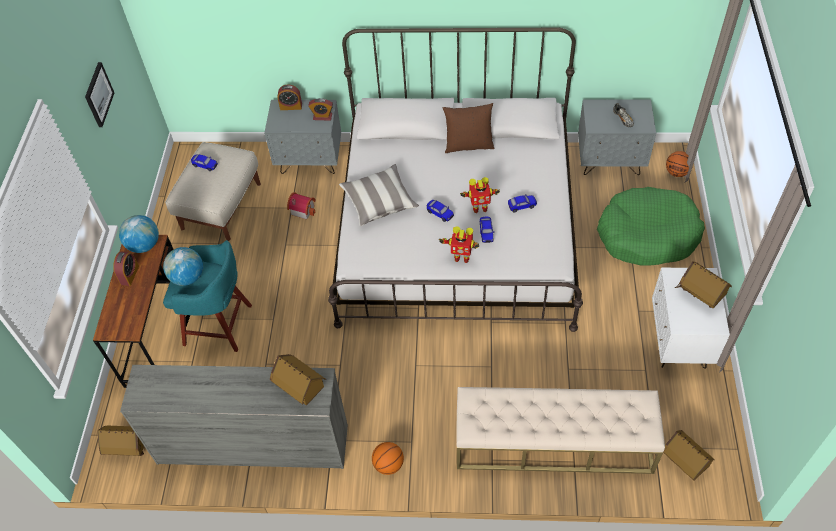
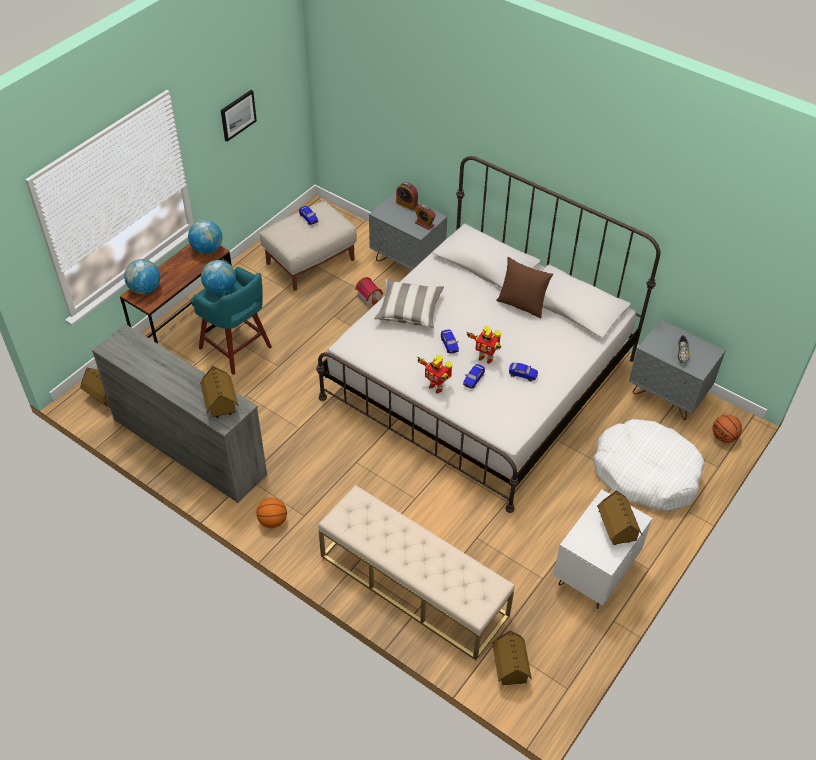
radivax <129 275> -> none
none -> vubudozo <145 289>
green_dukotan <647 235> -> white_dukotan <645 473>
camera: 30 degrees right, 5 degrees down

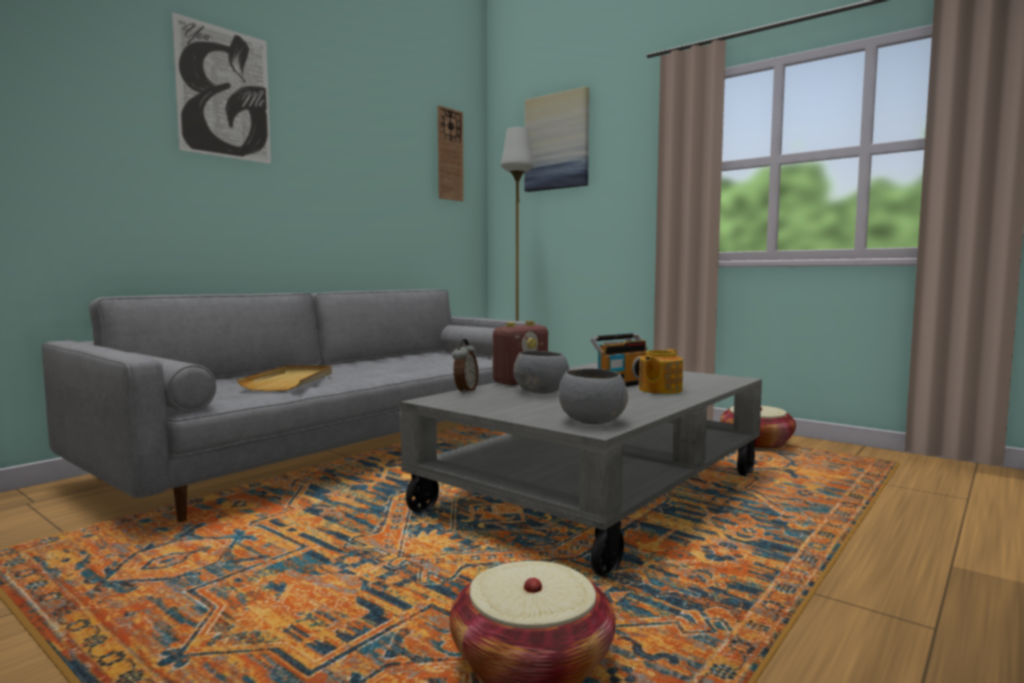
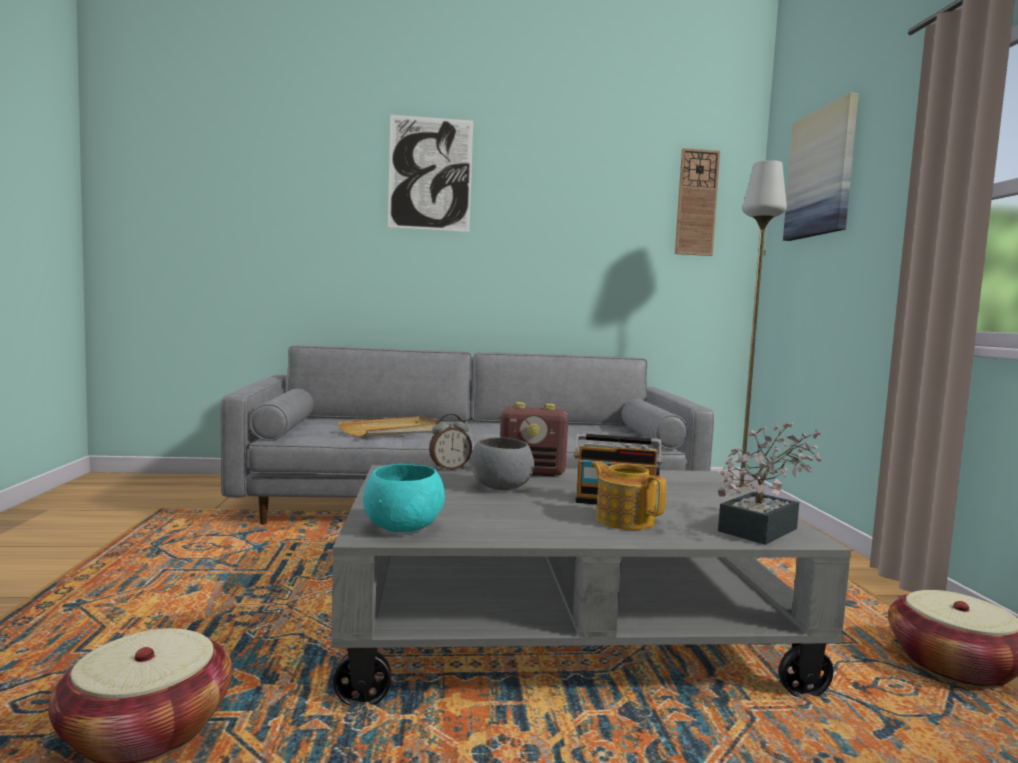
none -> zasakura <763 528>
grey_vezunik <592 421> -> turquoise_vezunik <402 527>
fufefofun <659 390> -> fufefofun <624 520>, 60 degrees clockwise
camera: 45 degrees right, 0 degrees up

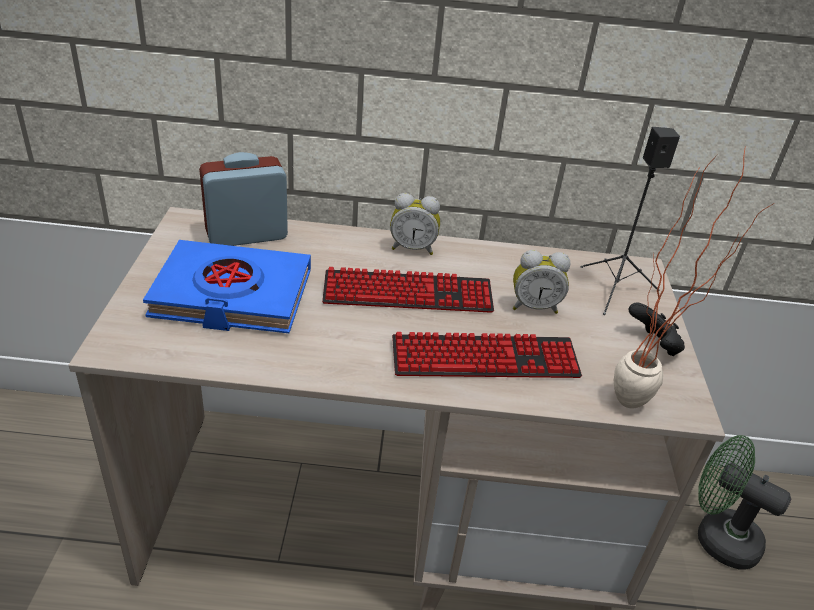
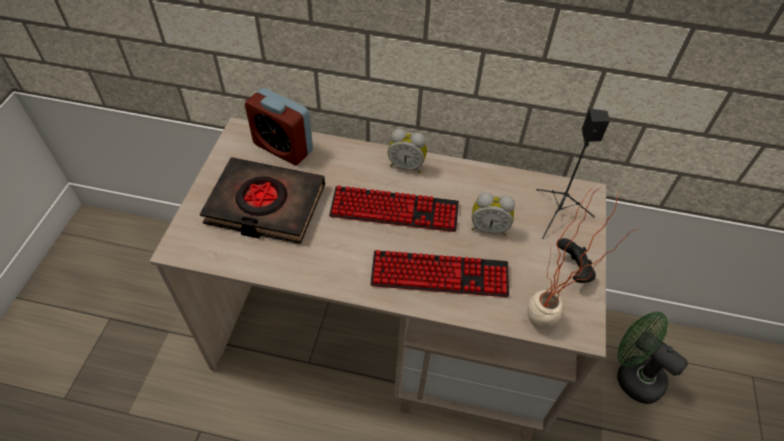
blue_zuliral <232 295> -> black_zuliral <265 205>
radivax <246 235> -> radivax <283 147>, 135 degrees counterclockwise
camera: 10 degrees right, 15 degrees up

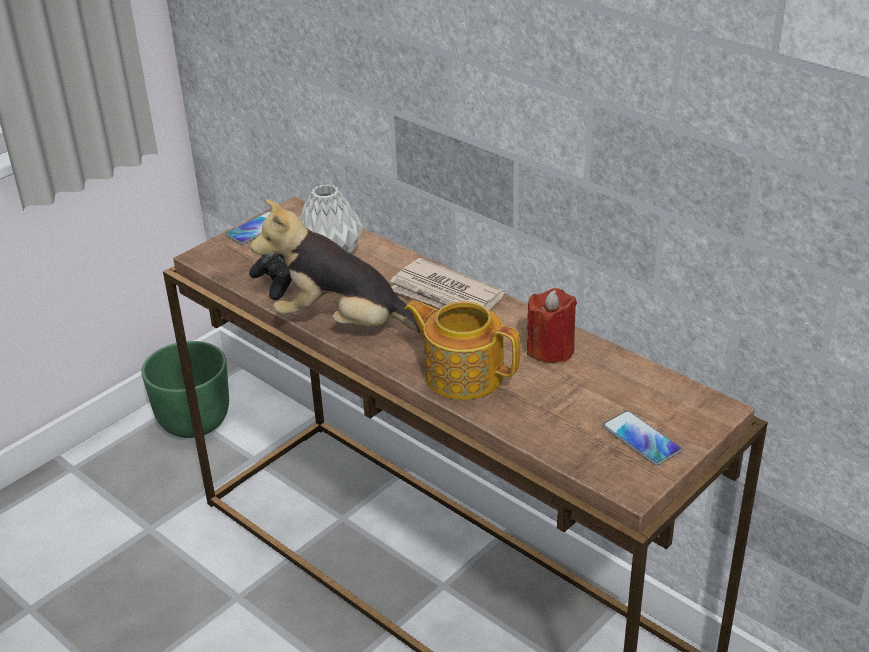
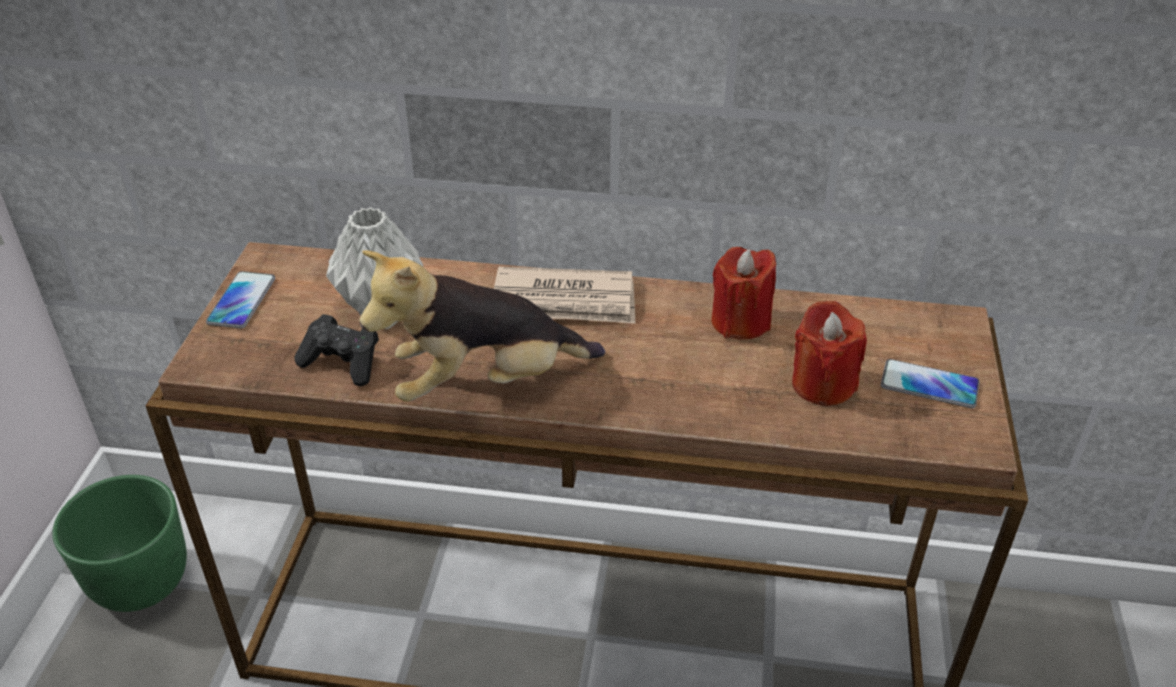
fufefofun <462 374> -> none
none -> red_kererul <822 384>
camera: 35 degrees left, 5 degrees up

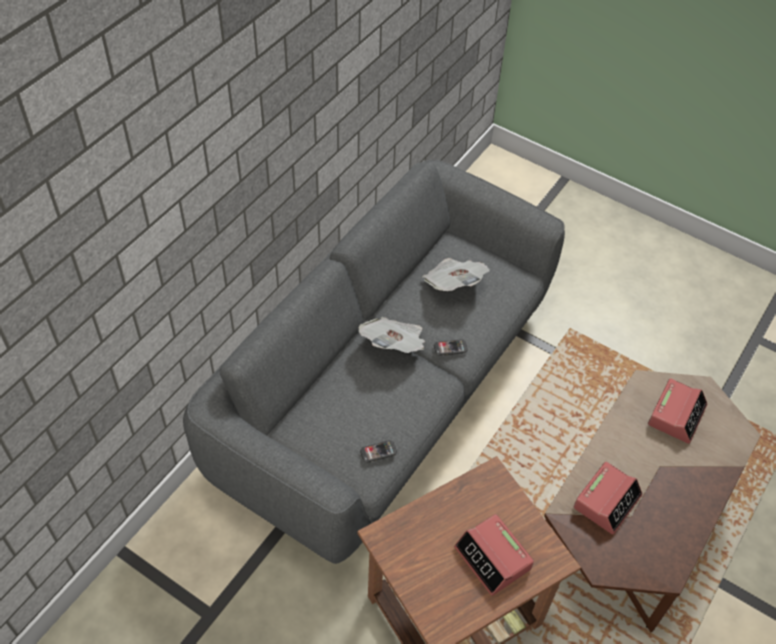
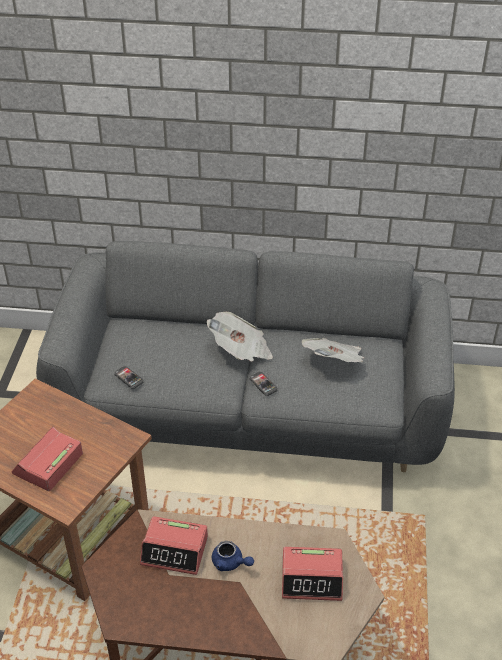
none -> blue_fufefofun <230 563>
camera: 65 degrees right, 10 degrees down

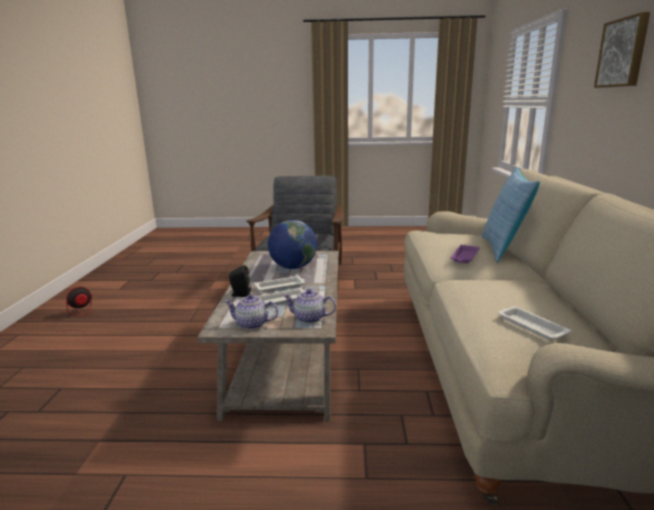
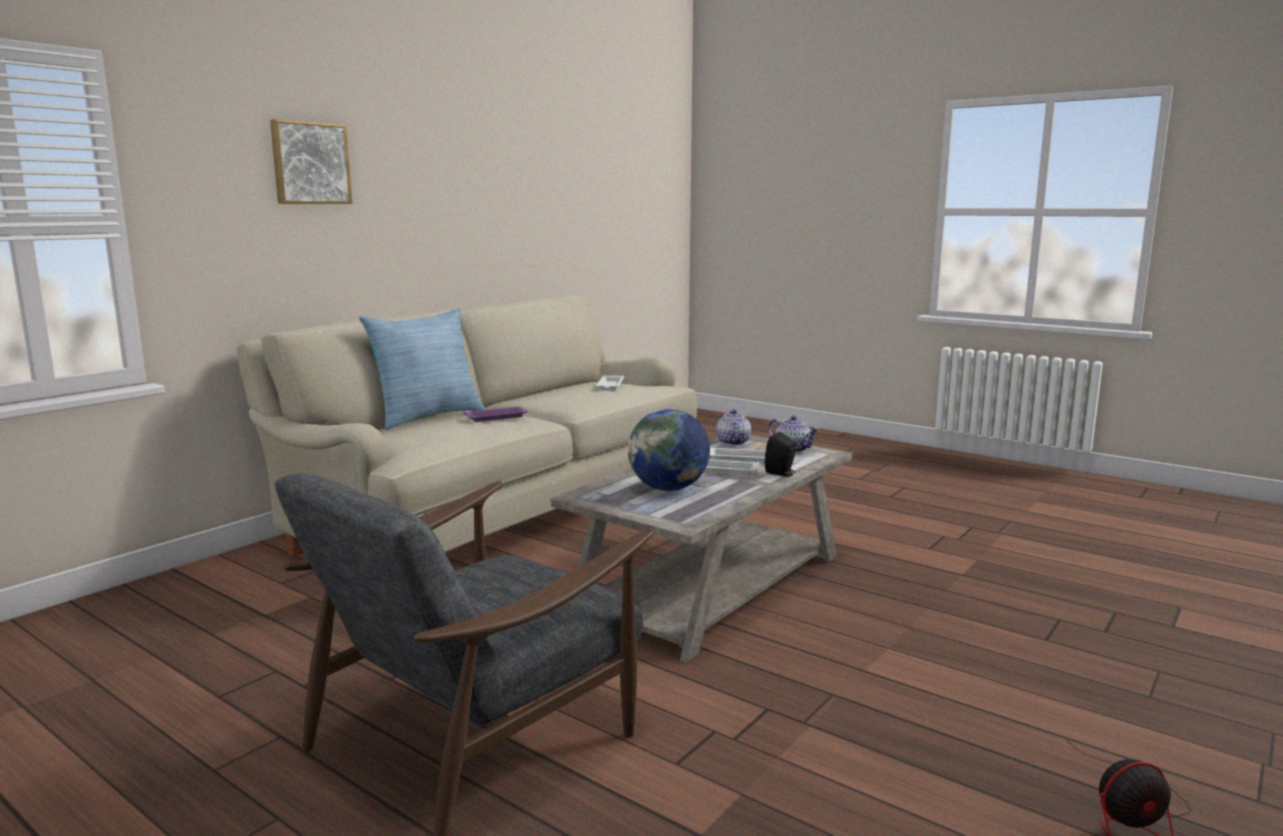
fufefofun <310 318> -> fufefofun <732 442>, 135 degrees counterclockwise
camera: 145 degrees left, 5 degrees down

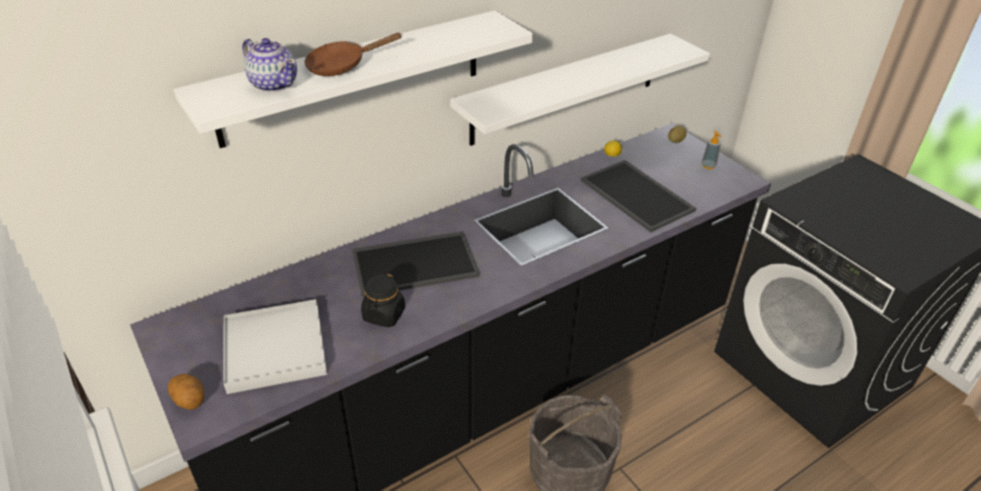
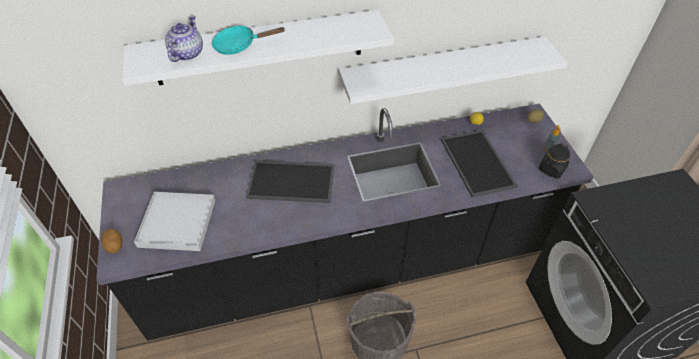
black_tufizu <384 315> -> black_tufizu <551 169>, moved
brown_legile <342 66> -> turquoise_legile <239 45>
fufefofun <274 84> -> fufefofun <186 54>, 135 degrees counterclockwise
camera: 20 degrees right, 10 degrees up

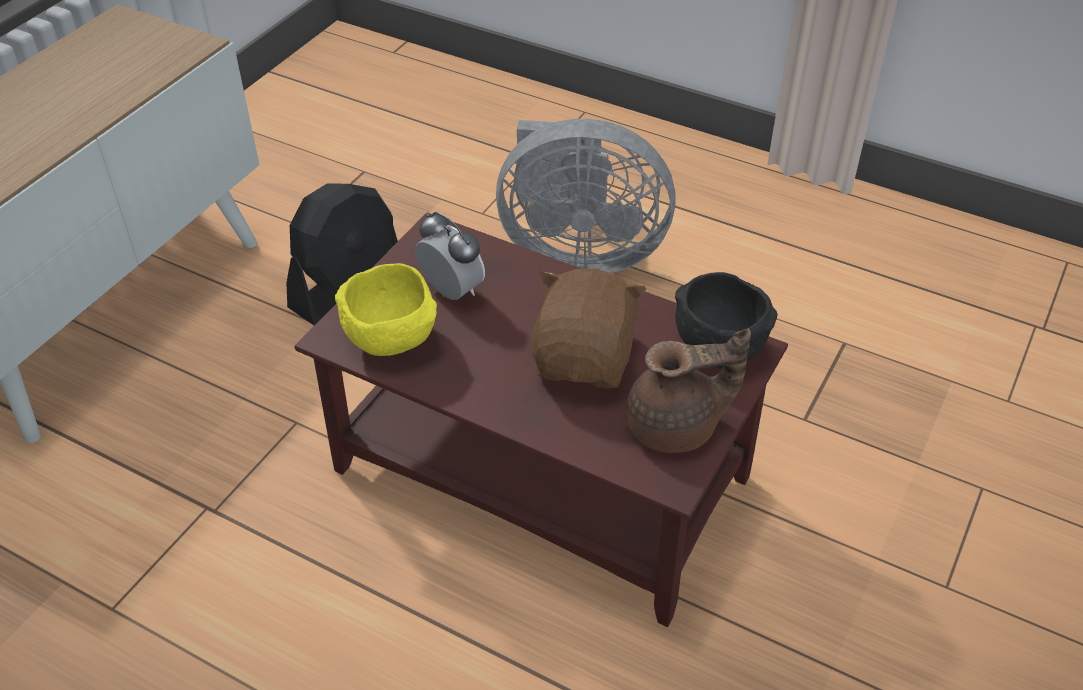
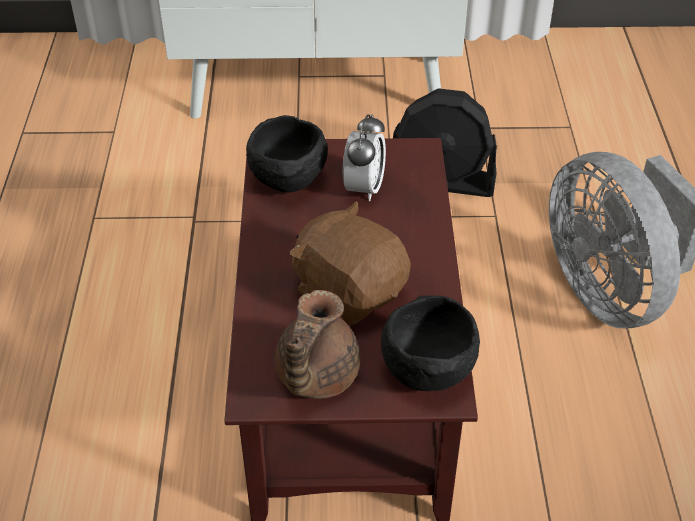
yellow_vezunik <394 340> -> black_vezunik <289 182>
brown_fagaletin <585 359> -> brown_fagaletin <349 291>, 120 degrees counterclockwise
brown_fufefofun <676 427> -> brown_fufefofun <314 376>, 60 degrees clockwise
camera: 60 degrees right, 0 degrees up

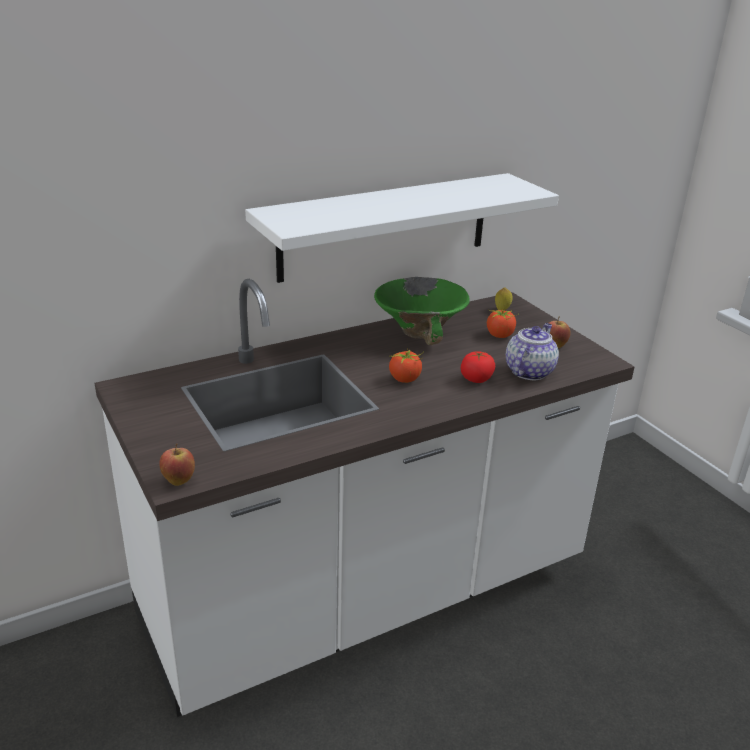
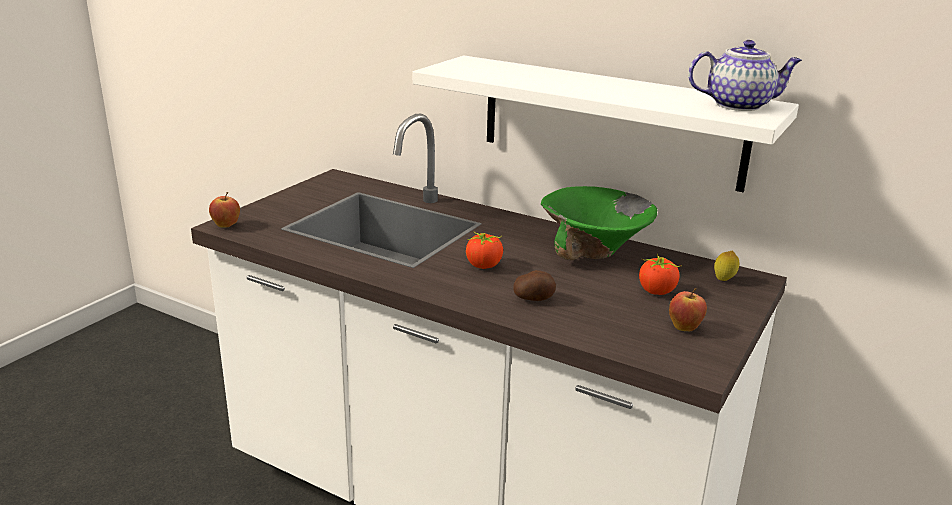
fufefofun <529 371> -> fufefofun <739 105>, moved
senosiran <476 379> -> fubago <533 299>
camera: 60 degrees right, 5 degrees down

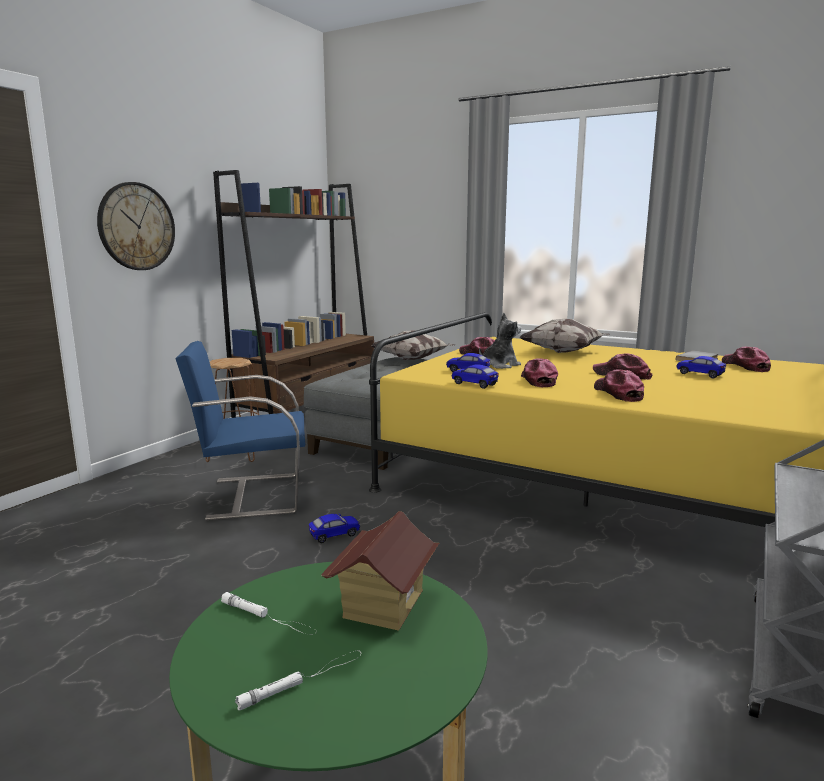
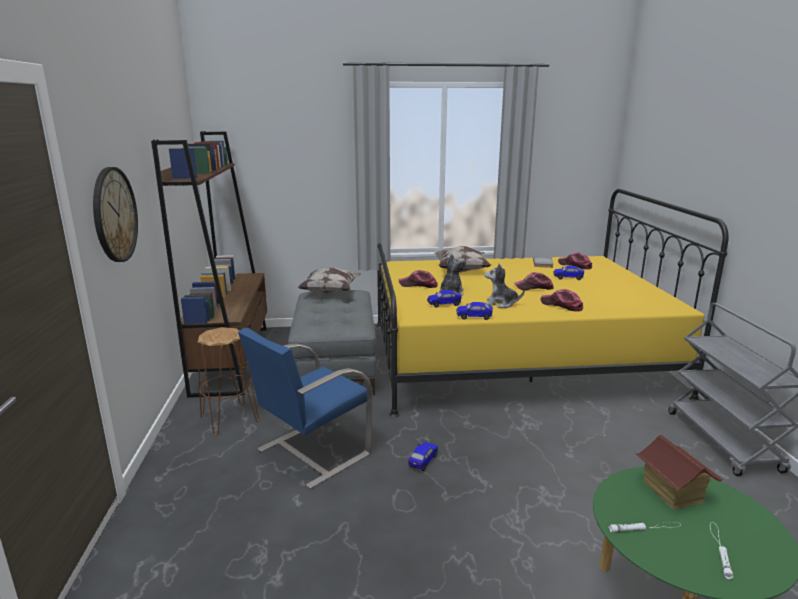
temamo <537 380> -> fagaletin <501 304>
camera: 35 degrees left, 5 degrees up

